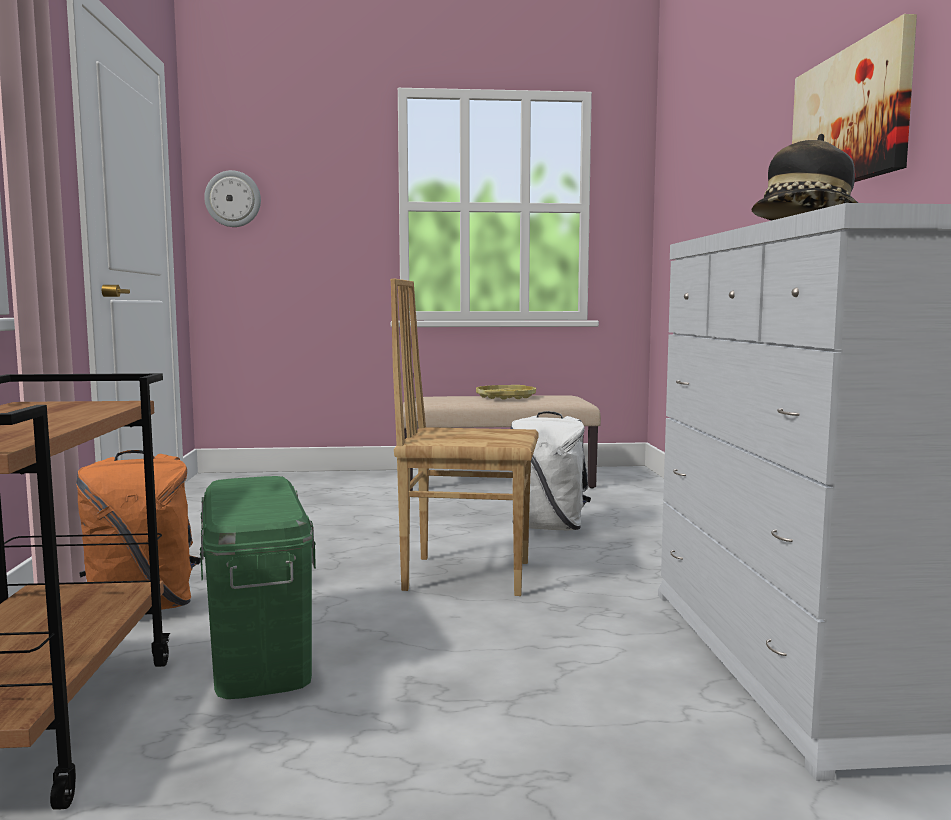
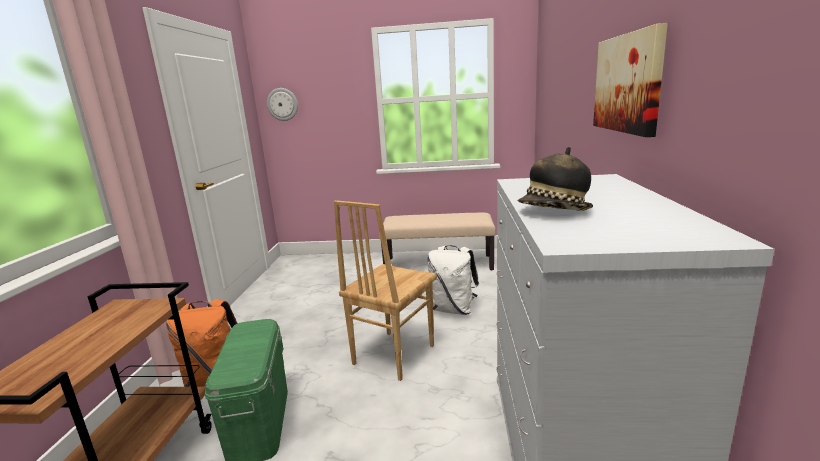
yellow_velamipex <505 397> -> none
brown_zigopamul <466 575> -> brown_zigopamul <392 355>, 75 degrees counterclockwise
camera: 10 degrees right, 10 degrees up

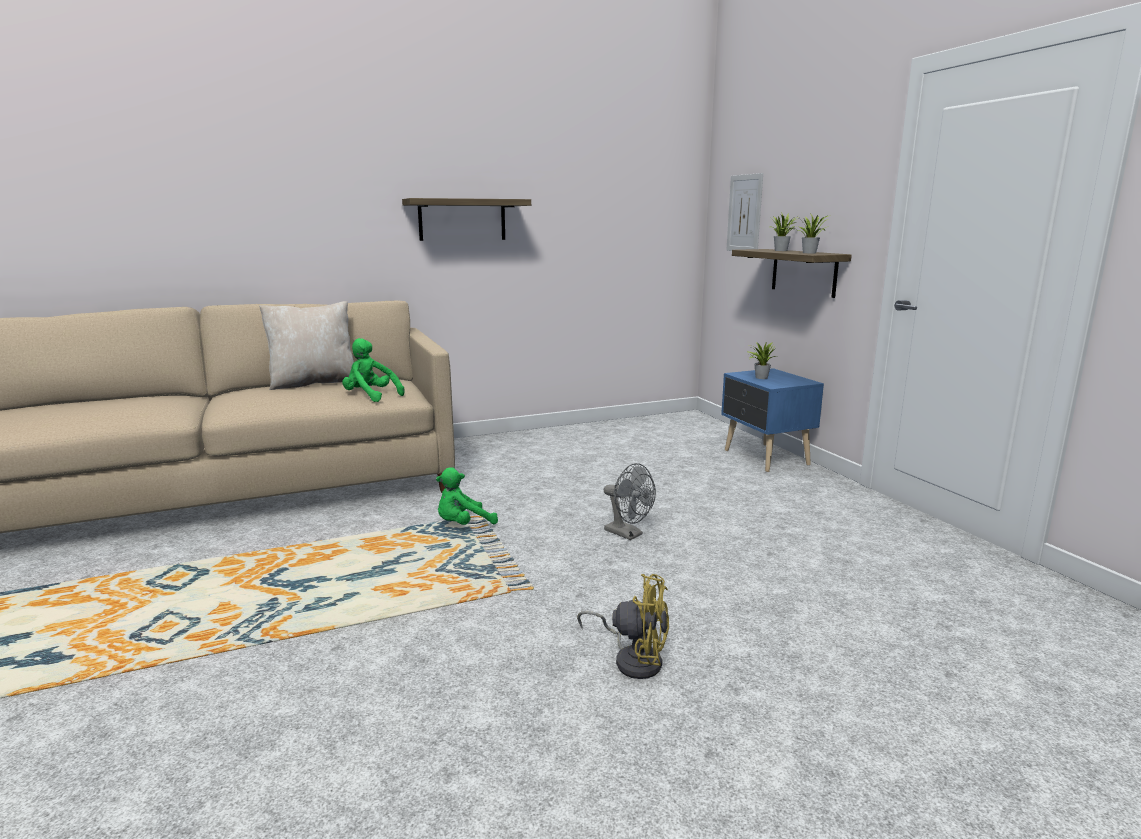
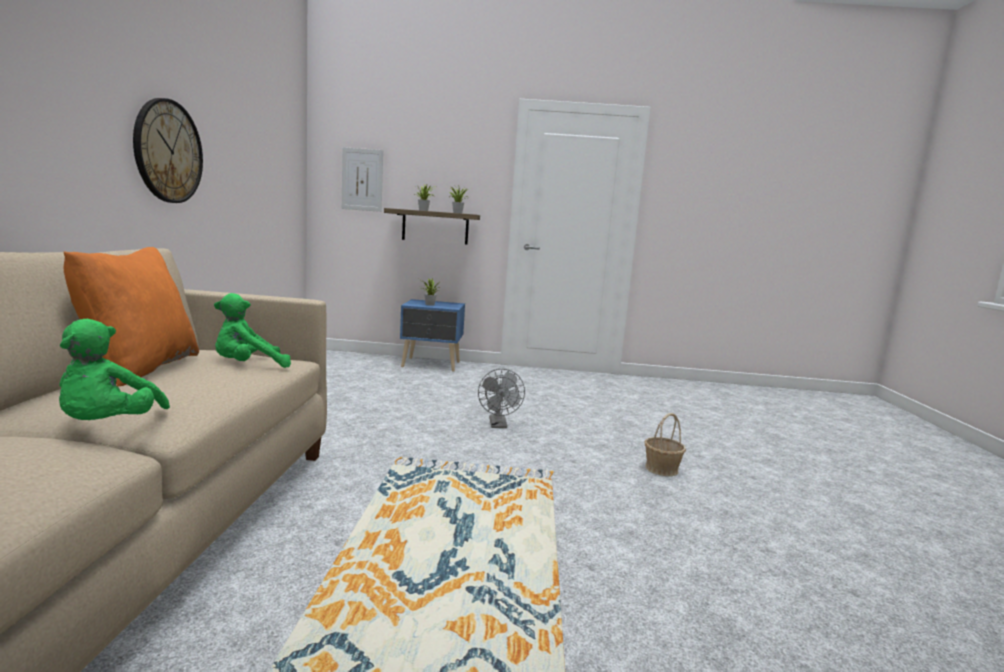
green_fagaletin <463 525> -> green_fagaletin <108 426>, moved
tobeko <462 220> -> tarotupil <168 151>
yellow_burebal <633 659> -> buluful <661 469>
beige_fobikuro <313 383> -> orange_fobikuro <139 369>
grey_burebal <628 534> -> grey_burebal <498 425>, 105 degrees clockwise
camera: 65 degrees left, 5 degrees down

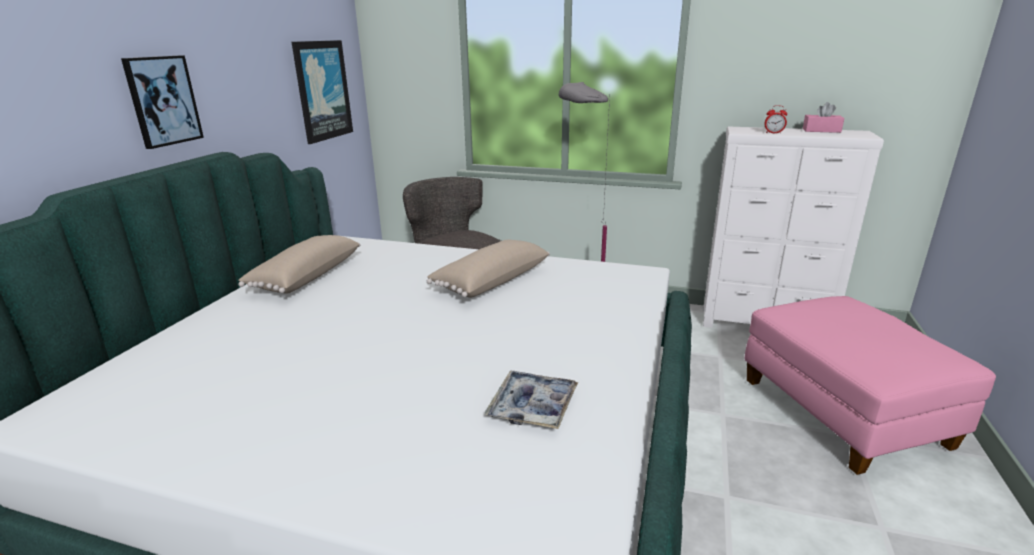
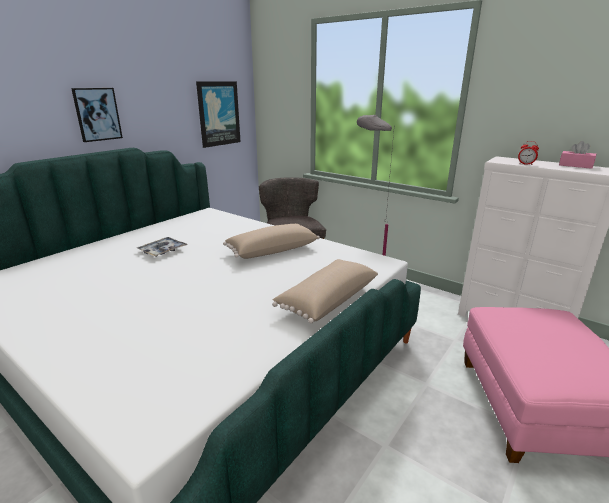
beige_fobikuro <305 277> -> beige_fobikuro <327 300>, moved
velamipex <532 407> -> velamipex <162 251>, moved
camera: 20 degrees right, 0 degrees up

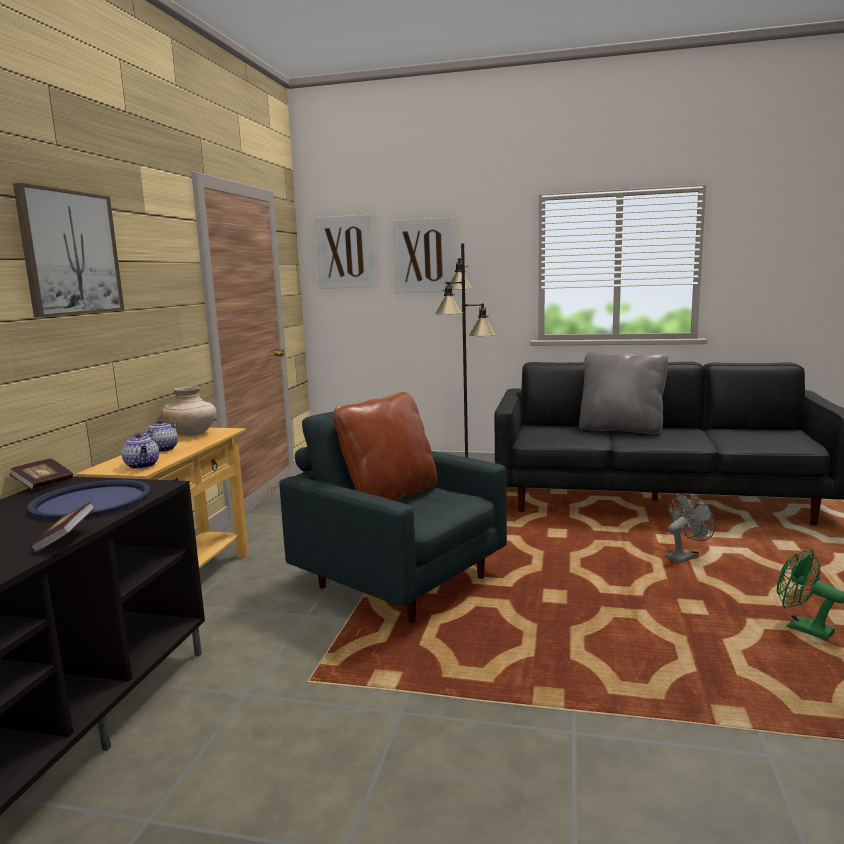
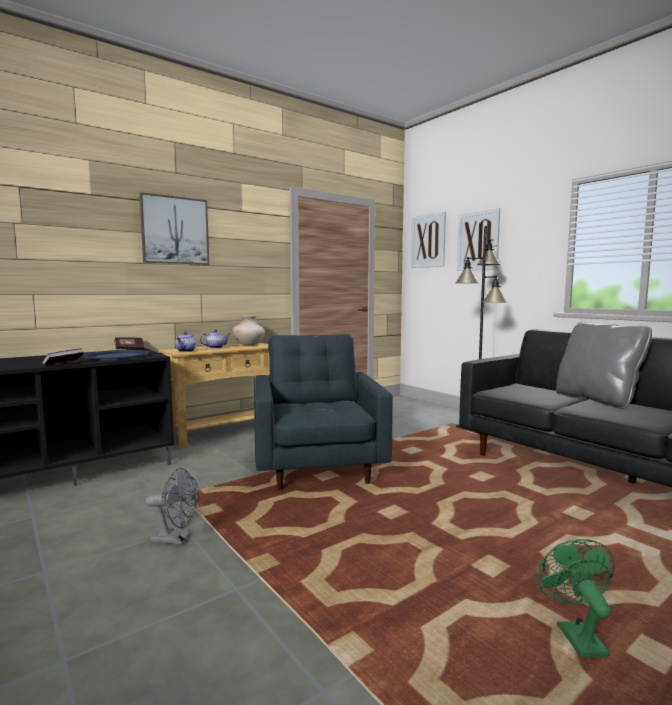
brown_fobikuro <390 497> -> none
grey_burebal <685 556> -> grey_burebal <176 539>, moved
camera: 40 degrees right, 5 degrees down

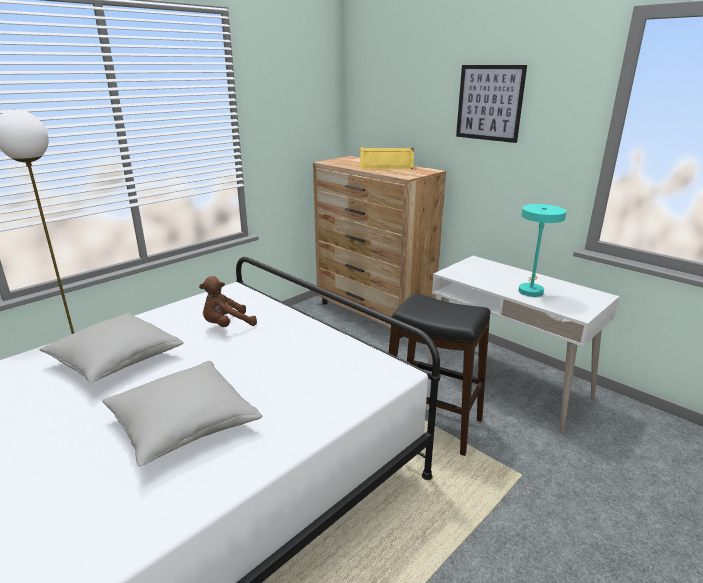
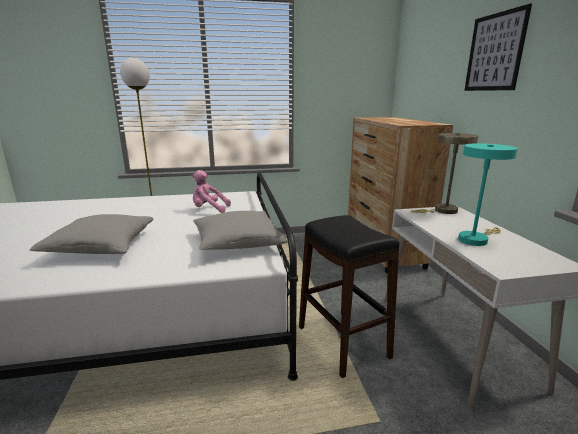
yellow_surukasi <386 167> -> none
none -> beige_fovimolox <442 211>
grey_fobikuro <115 360> -> grey_fobikuro <237 243>, moved
brown_fagaletin <227 325> -> pink_fagaletin <209 209>
camera: 35 degrees right, 5 degrees down

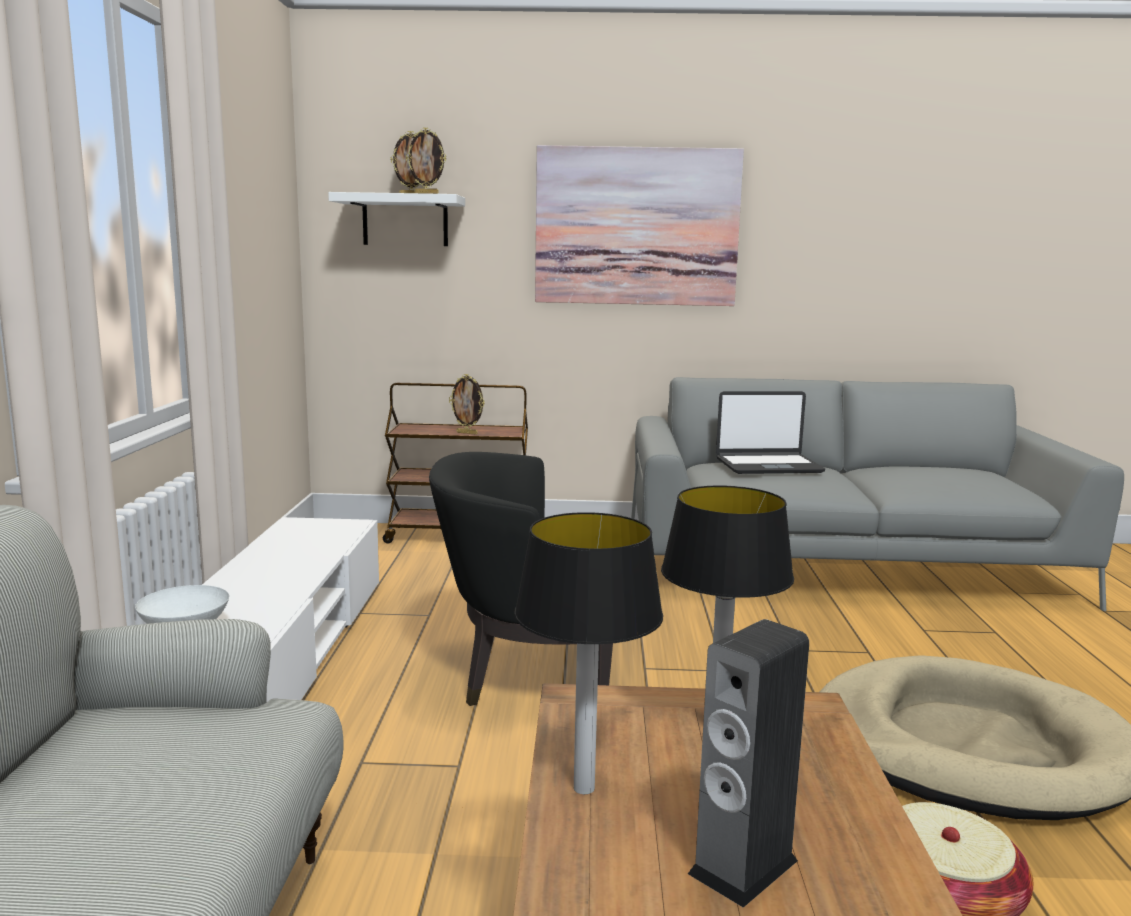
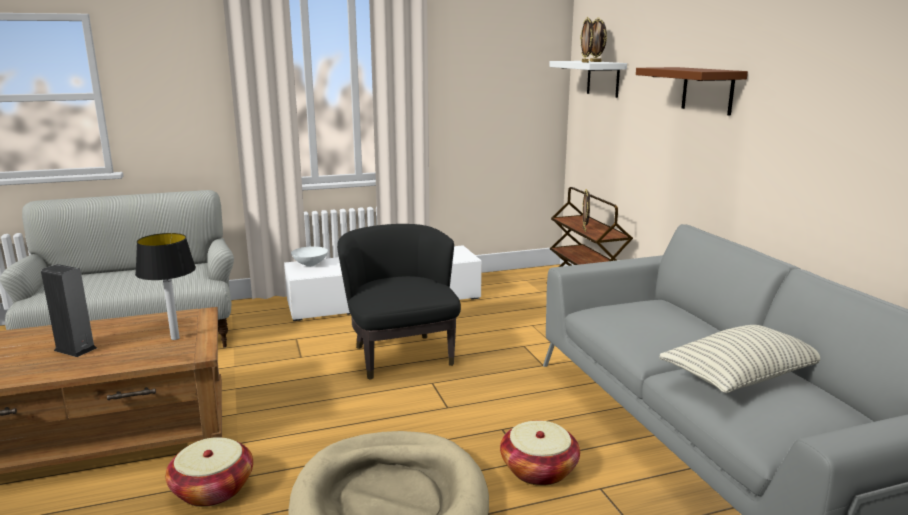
fovimolox <585 787> -> none
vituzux <768 465> -> none
none -> buluful <538 470>
none -> fobikuro <742 377>
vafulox <636 227> -> brown_tobeko <707 90>
camera: 70 degrees right, 5 degrees up

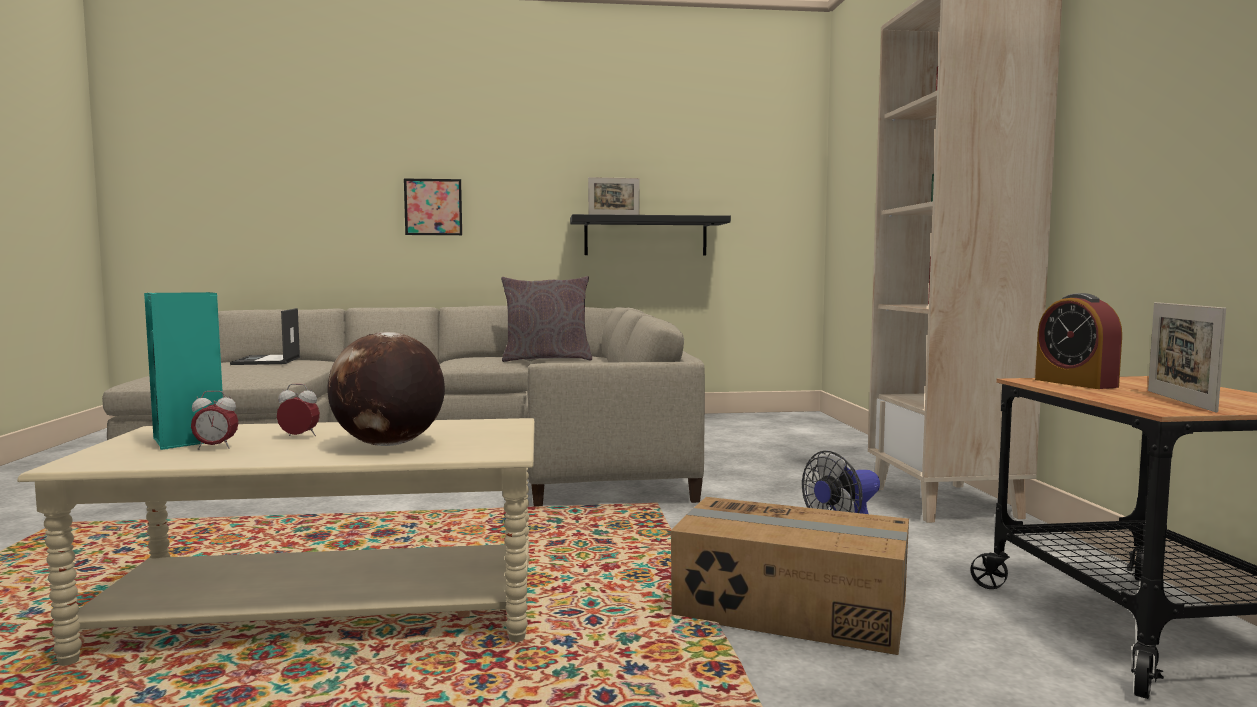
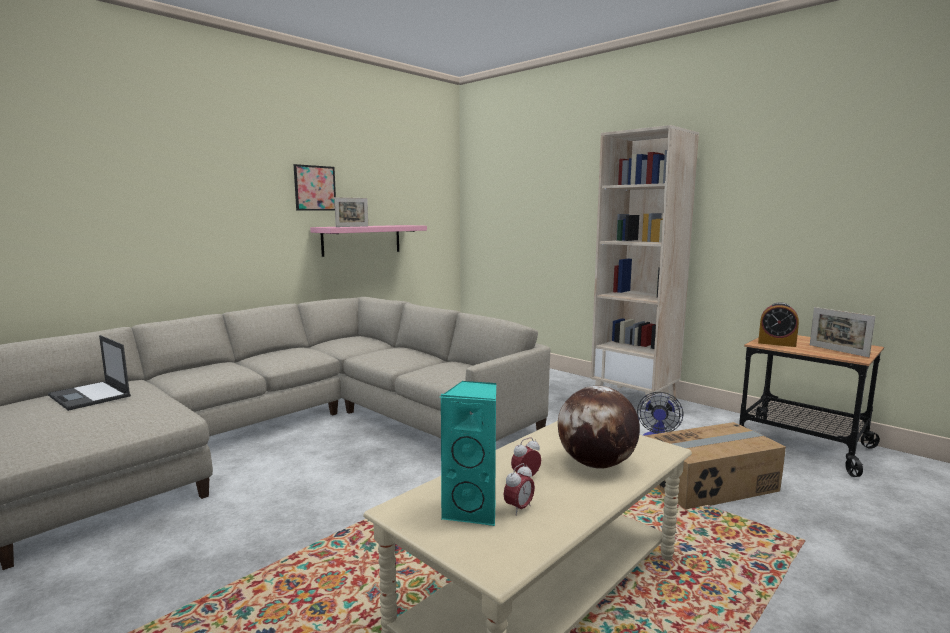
grey_fobikuro <546 359> -> none
vafulox <433 207> -> vafulox <315 188>, moved
black_tobeko <645 236> -> pink_tobeko <362 240>
camera: 40 degrees left, 5 degrees up

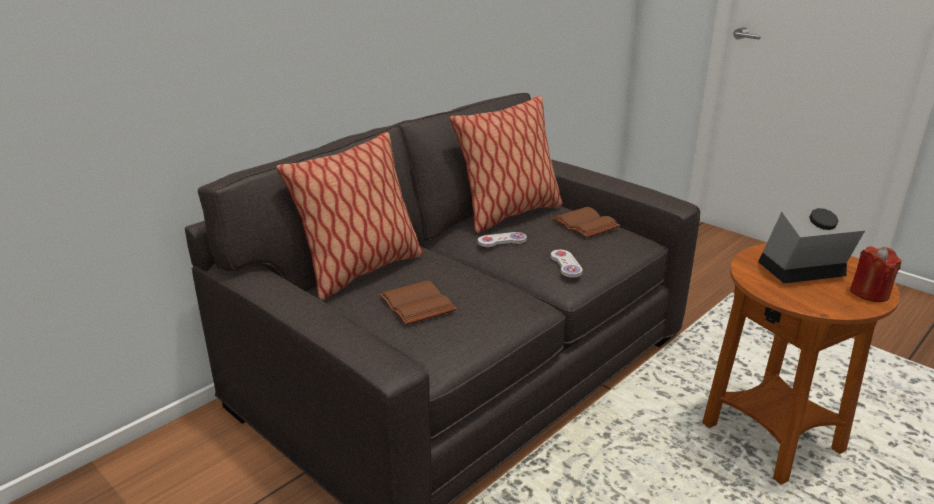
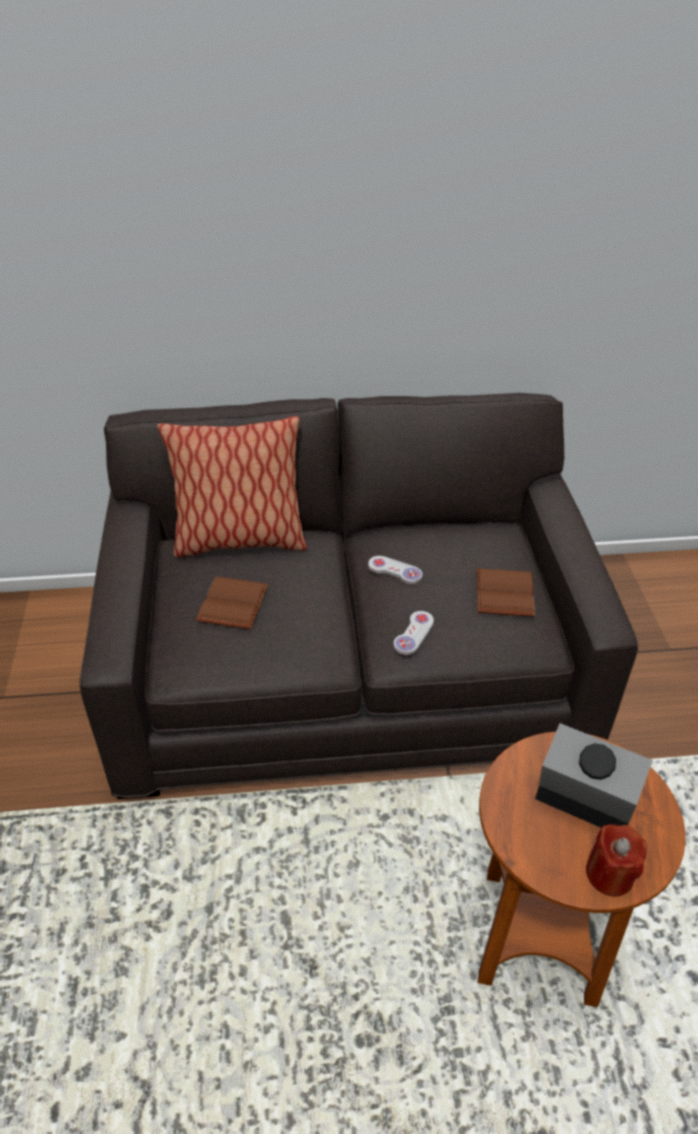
fobikuro <509 214> -> none
camera: 40 degrees right, 15 degrees up

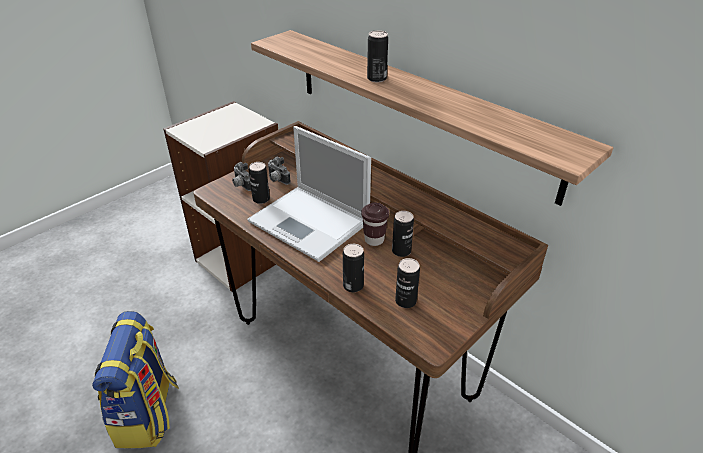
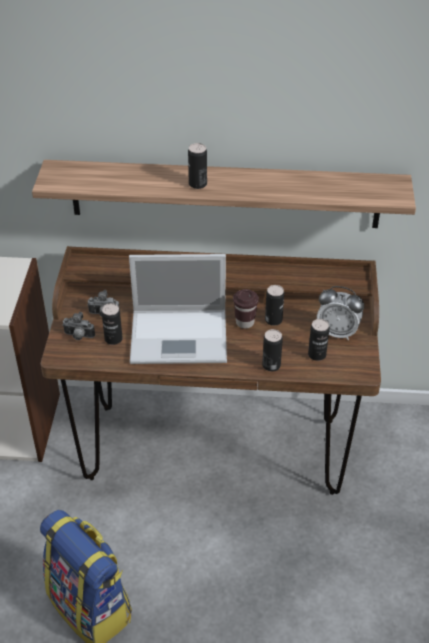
none -> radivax <337 332>
camera: 40 degrees left, 5 degrees up

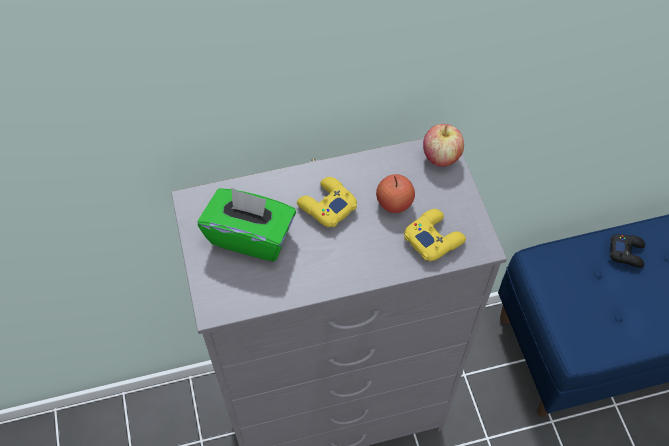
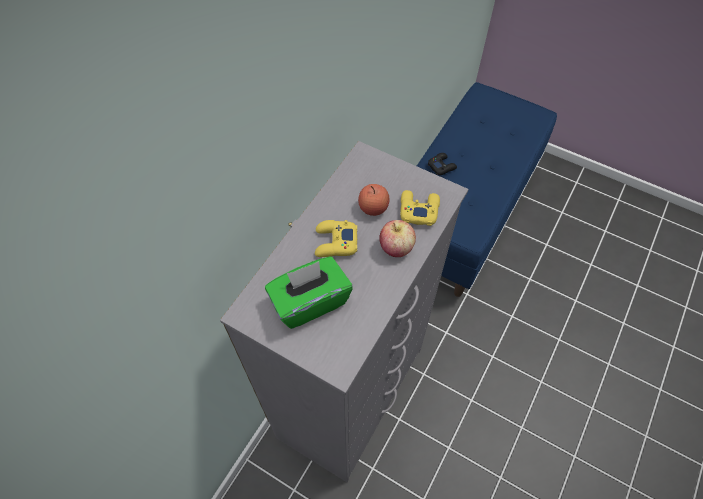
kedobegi <441 157> -> kedobegi <396 248>, moved
camera: 45 degrees left, 0 degrees up

